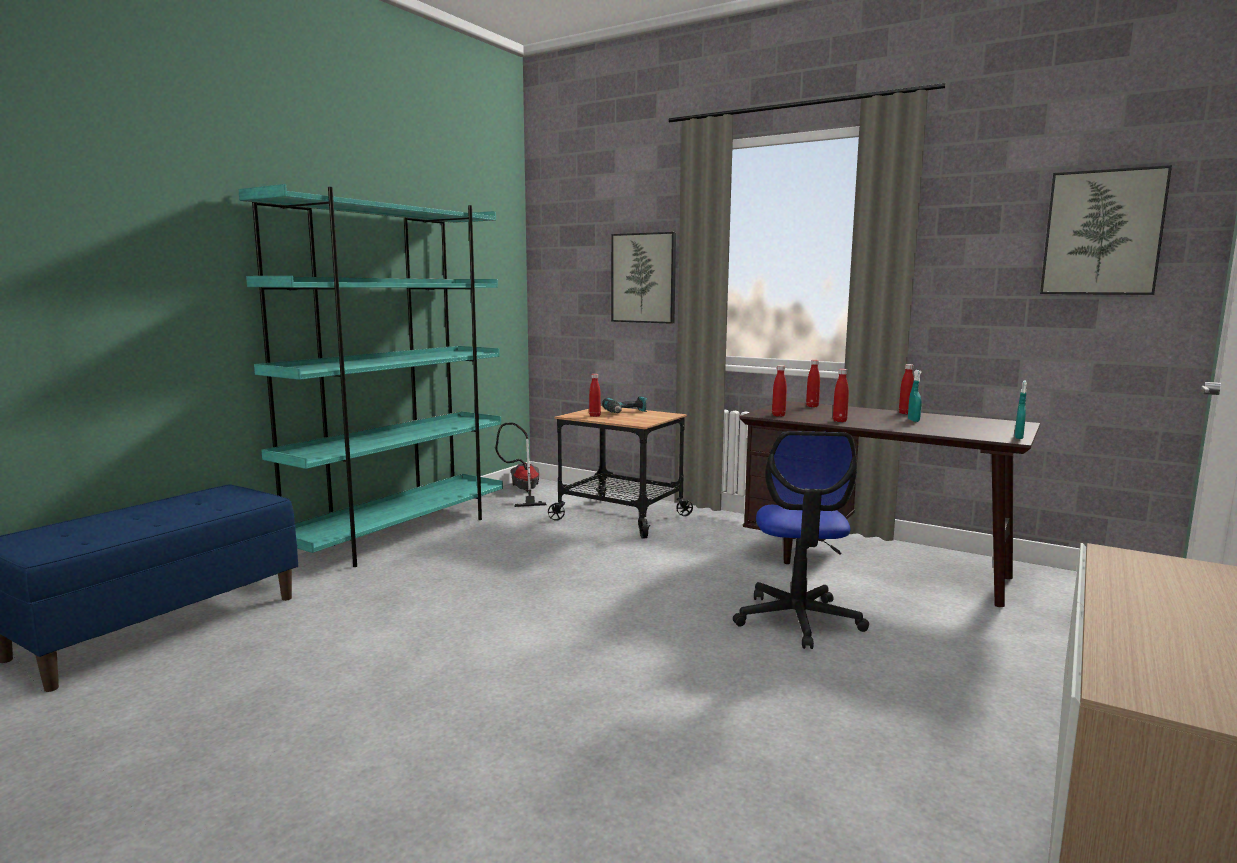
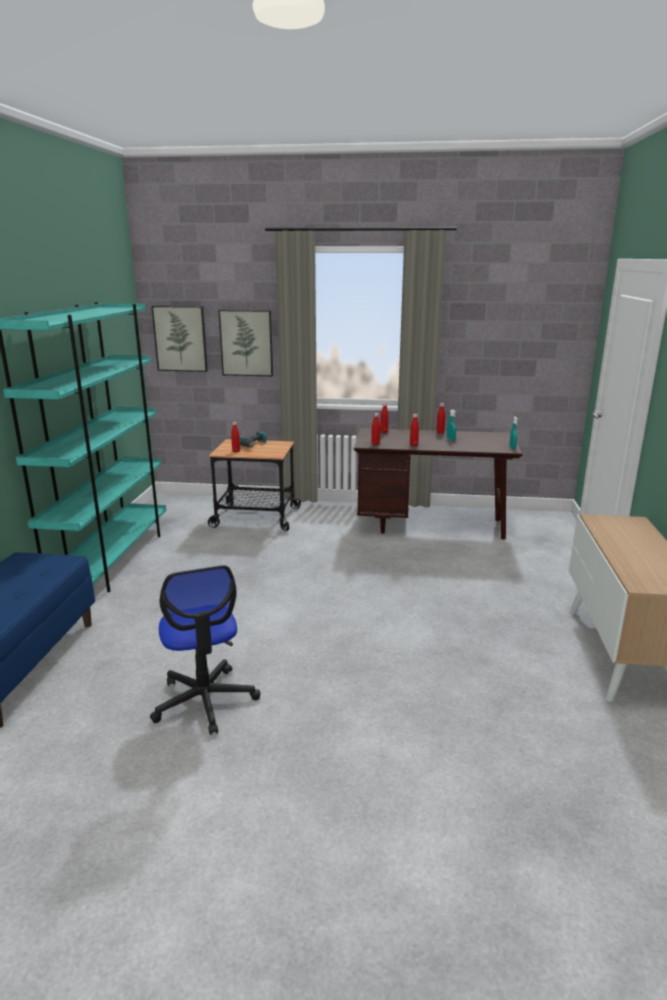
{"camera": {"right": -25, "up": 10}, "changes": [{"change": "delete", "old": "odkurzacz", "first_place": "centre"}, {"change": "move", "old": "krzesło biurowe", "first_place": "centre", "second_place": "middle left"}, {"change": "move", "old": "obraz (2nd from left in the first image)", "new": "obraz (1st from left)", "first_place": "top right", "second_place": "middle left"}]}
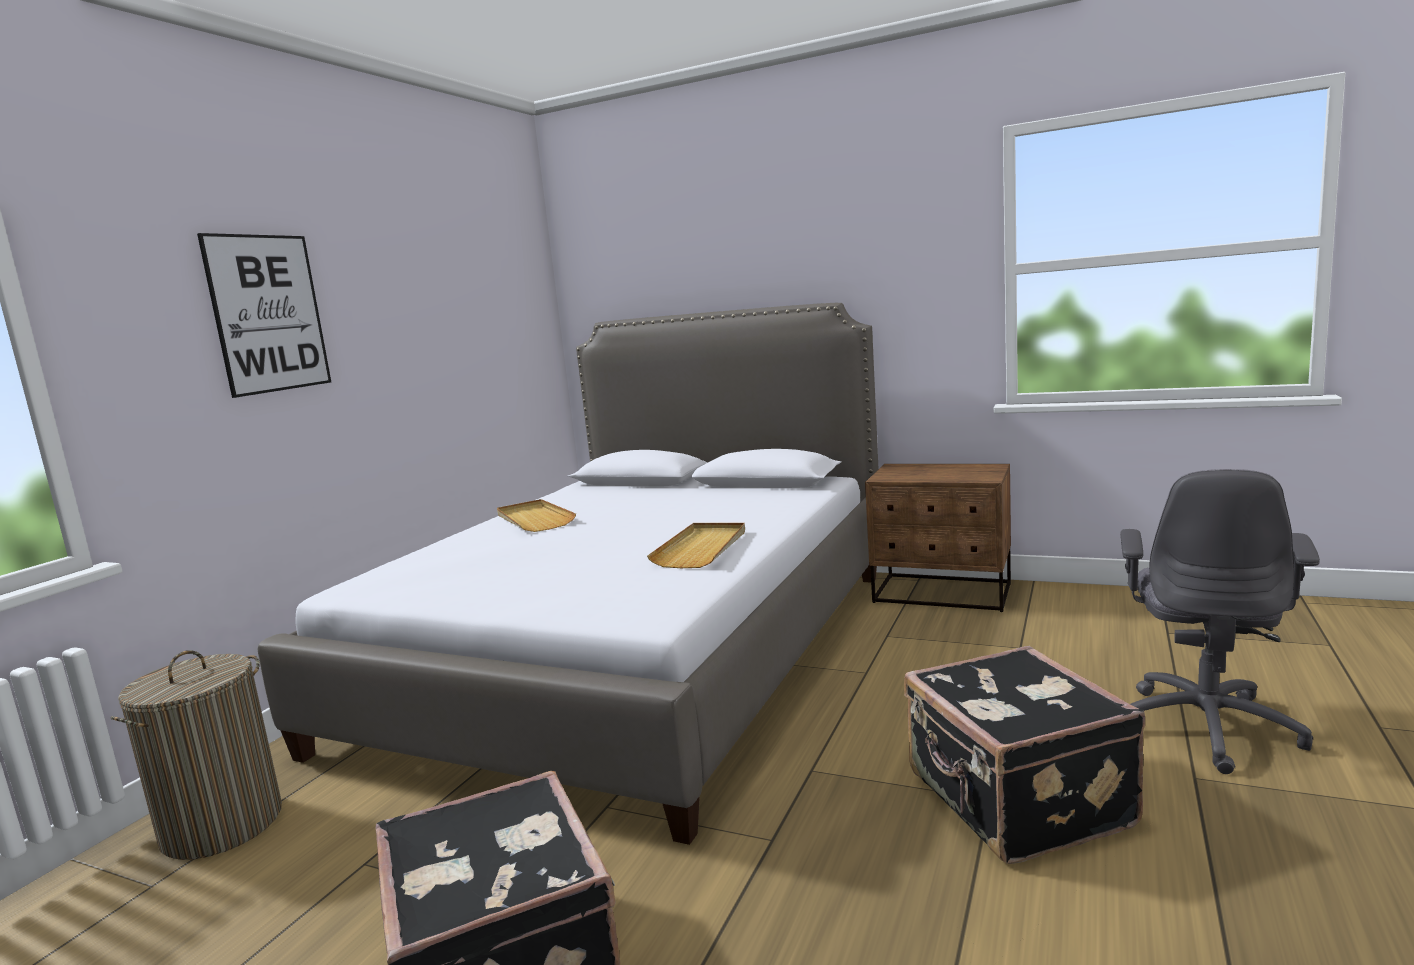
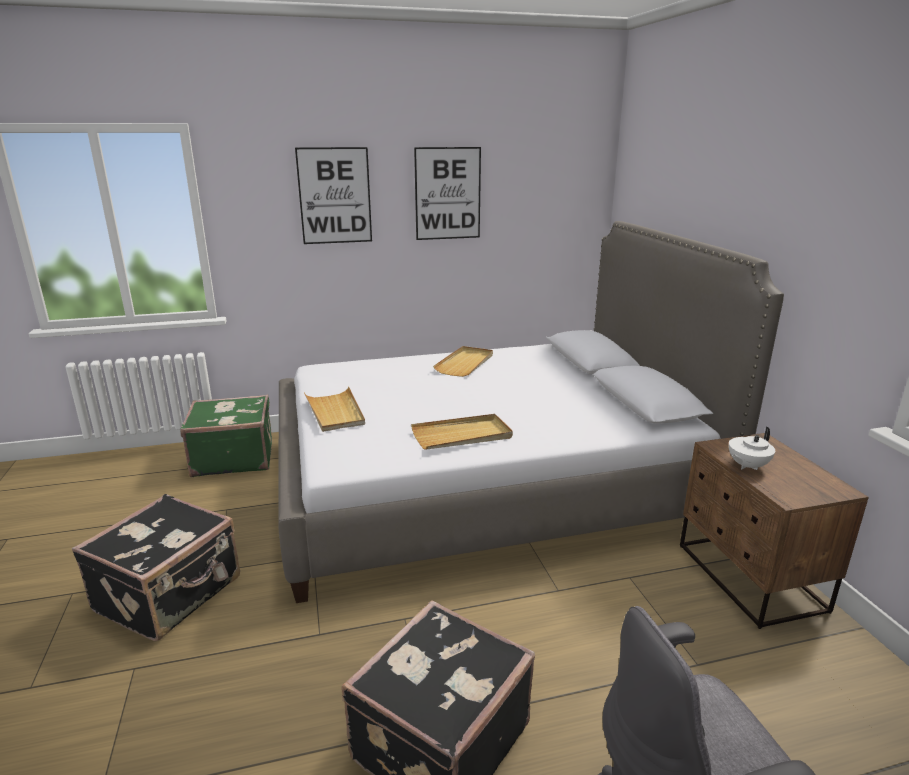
{"camera": {"right": 50, "up": 10}, "changes": [{"change": "insert", "new": "taca (beżowy) (1st from left)", "second_place": "centre"}, {"change": "insert", "new": "obraz (2nd from left)", "second_place": "top centre"}, {"change": "insert", "new": "imbryk (biały)", "second_place": "middle right"}, {"change": "replace", "old": "kosz na pranie", "new": "walizka (zielony)", "first_place": "bottom left", "second_place": "middle left"}]}
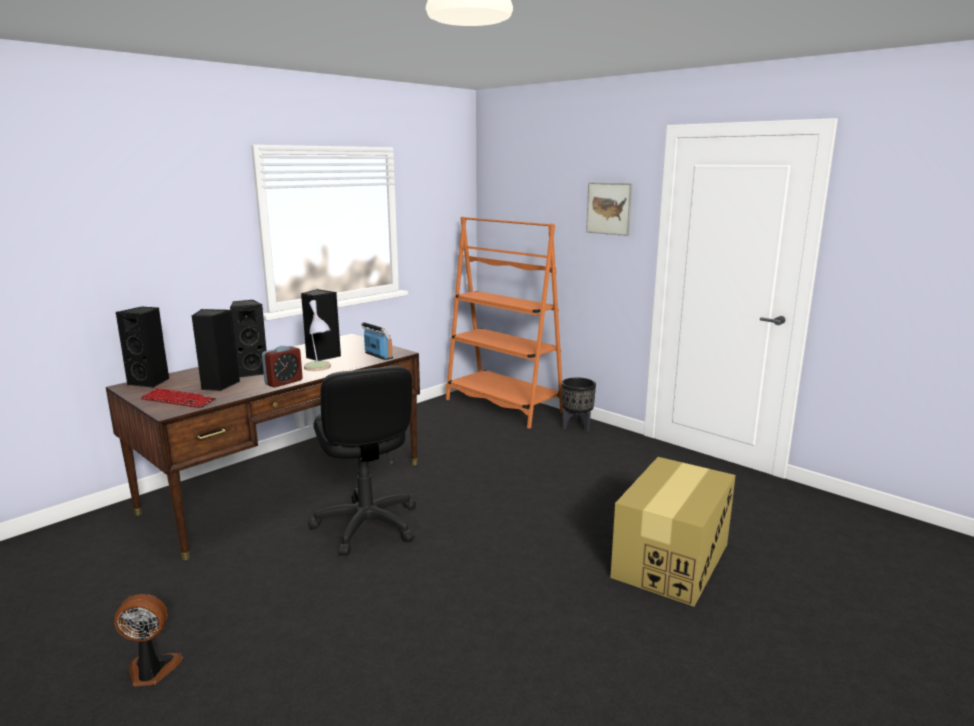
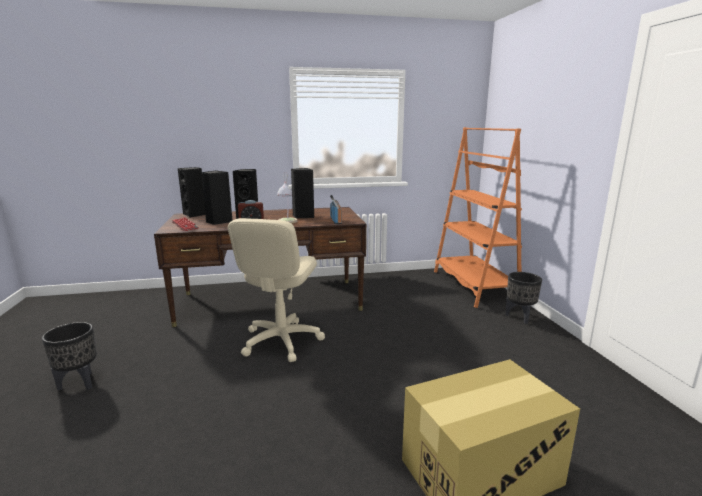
{"camera": {"right": 35, "up": 0}, "changes": [{"change": "delete", "old": "obraz", "first_place": "top centre"}, {"change": "replace", "old": "wentylator", "new": "donica (czarny) (1st from left)", "first_place": "bottom left", "second_place": "bottom left"}, {"change": "recolor", "old": "krzesło biurowe (czarny)", "new": "krzesło biurowe (beżowy)", "first_place": "centre", "second_place": "centre"}]}
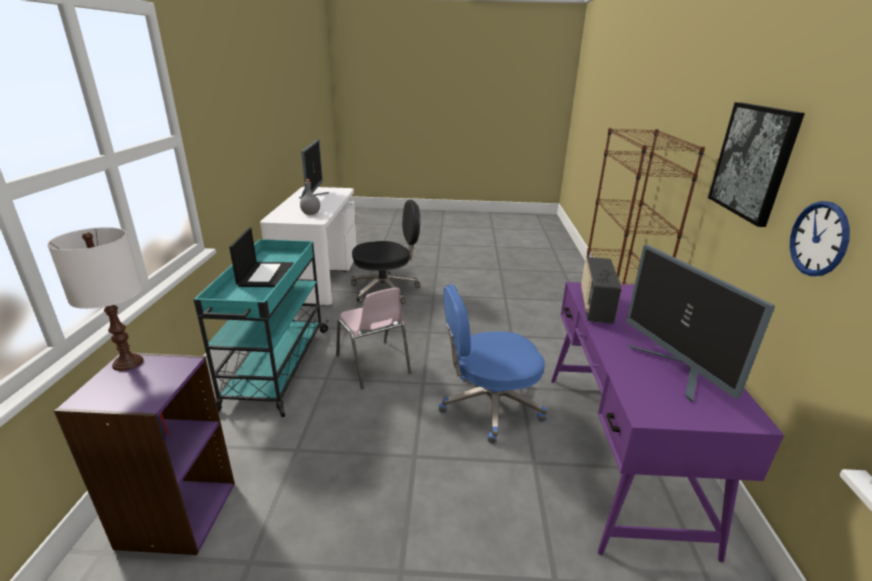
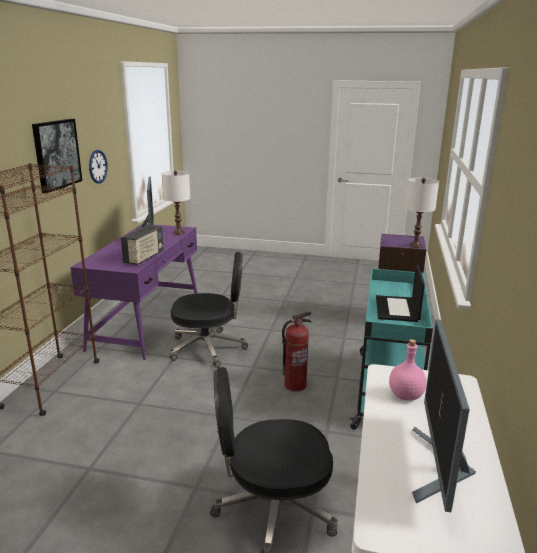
{"camera": {"right": -170, "up": -5}, "changes": [{"change": "insert", "new": "lampa stołowa (biały) (1st from left)", "second_place": "middle left"}, {"change": "replace", "old": "krzesło (różowy)", "new": "gaśnica", "first_place": "centre", "second_place": "centre"}, {"change": "recolor", "old": "butelka (szary)", "new": "butelka (różowy)", "first_place": "centre", "second_place": "bottom right"}, {"change": "recolor", "old": "krzesło biurowe (niebieski)", "new": "krzesło biurowe (czarny) (1st from left)", "first_place": "centre", "second_place": "centre"}]}
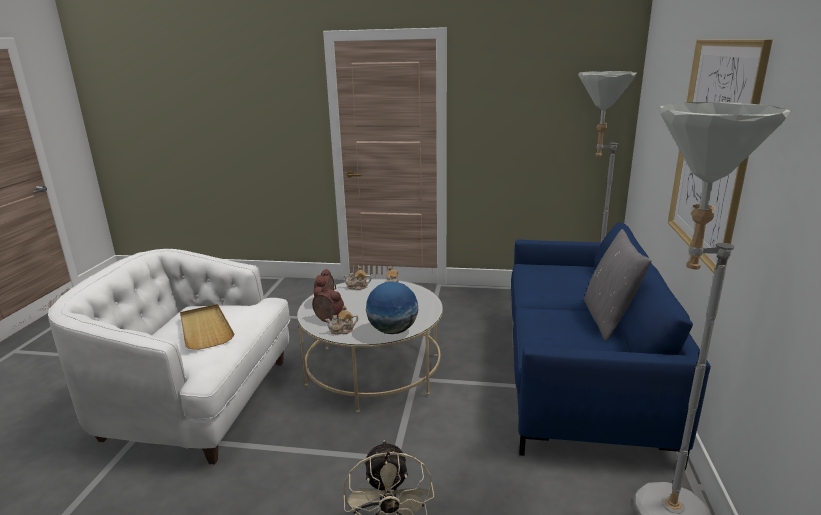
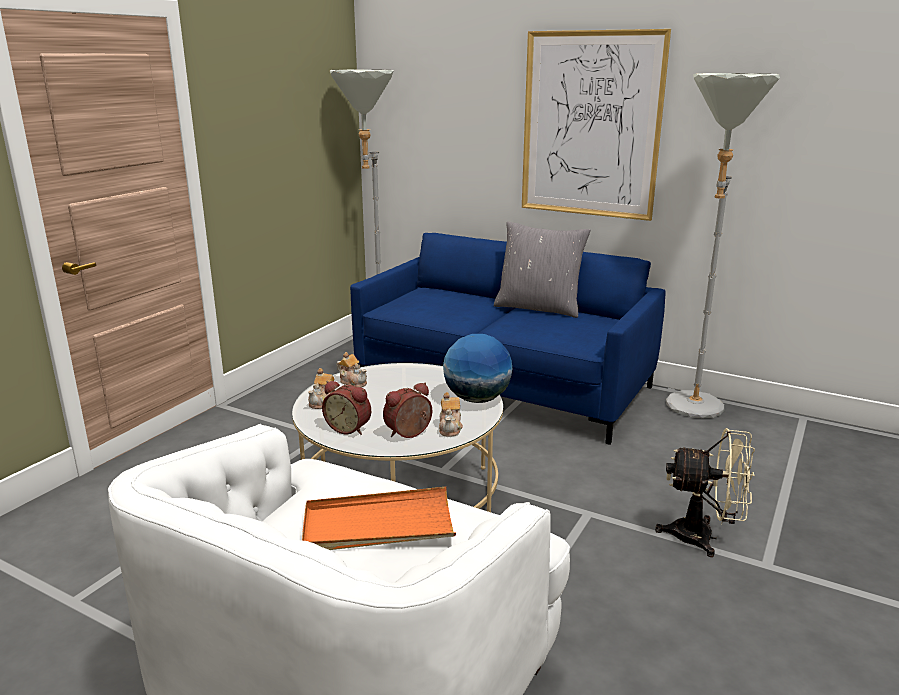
{"camera": {"right": -70, "up": 0}, "changes": [{"change": "recolor", "old": "taca (beżowy)", "new": "taca (pomarańczowy)", "first_place": "middle left", "second_place": "bottom centre"}]}
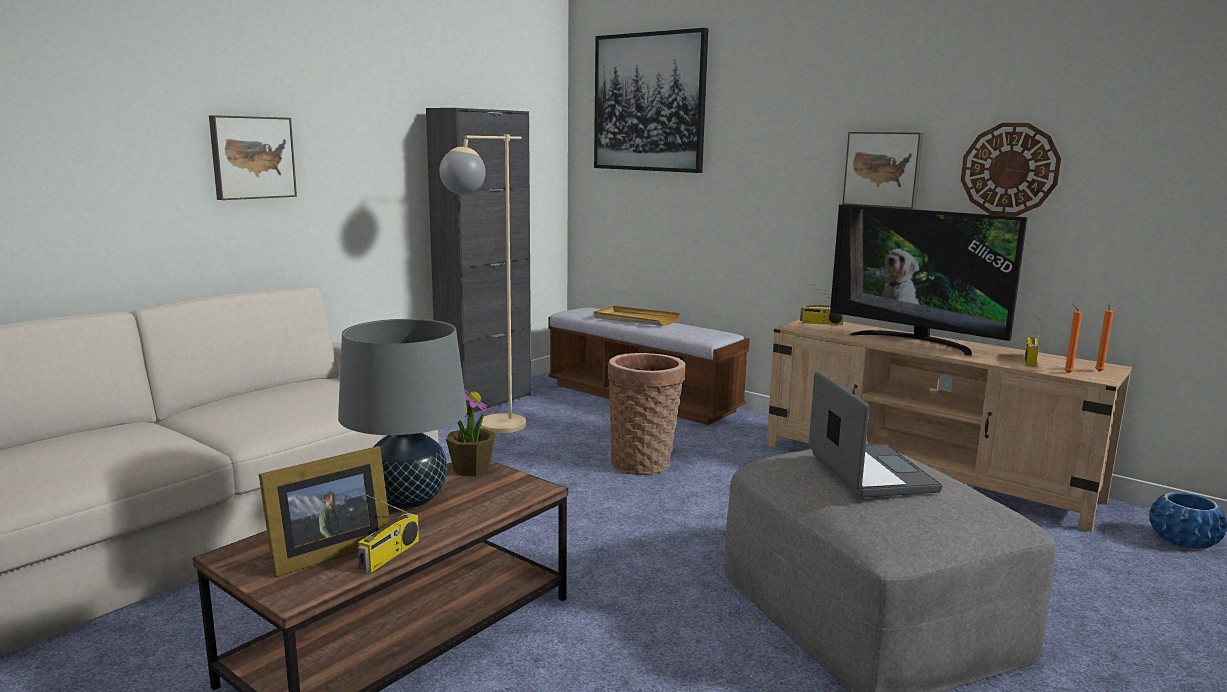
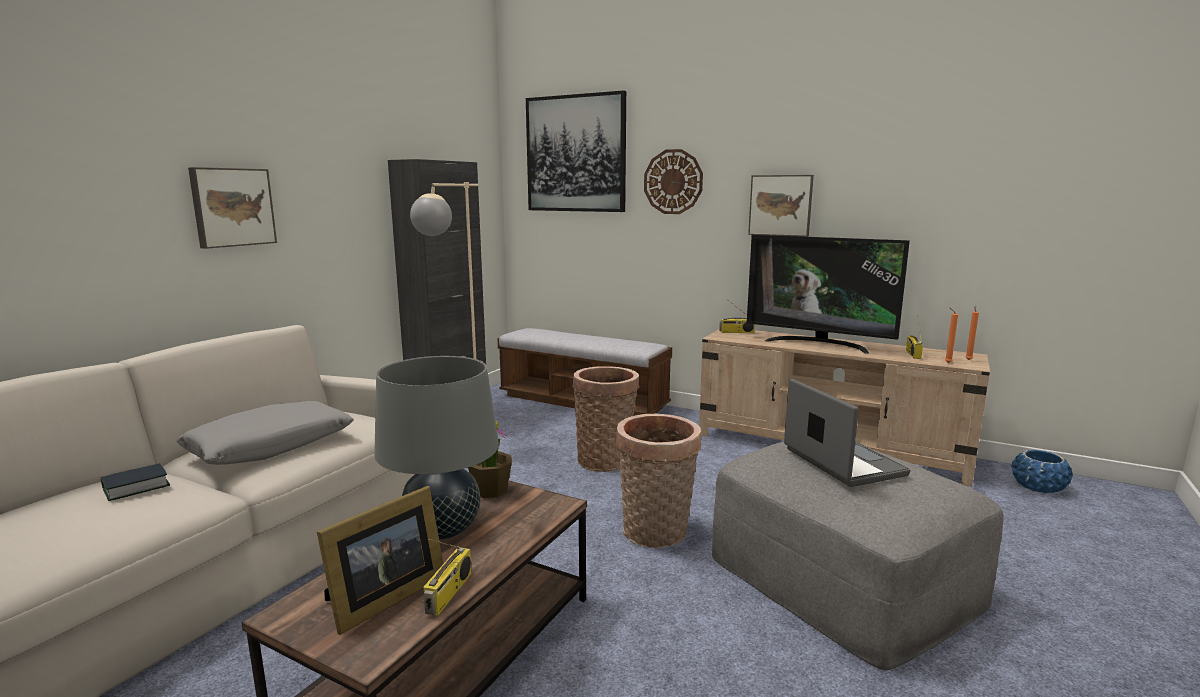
{"camera": {"right": -10, "up": 0}, "changes": [{"change": "delete", "old": "taca (beżowy)", "first_place": "centre"}, {"change": "insert", "new": "książka", "second_place": "bottom left"}, {"change": "insert", "new": "poduszka (szary)", "second_place": "middle left"}, {"change": "insert", "new": "koszyk (2nd from left)", "second_place": "bottom centre"}, {"change": "move", "old": "zegar ścienny", "first_place": "top right", "second_place": "top centre"}]}
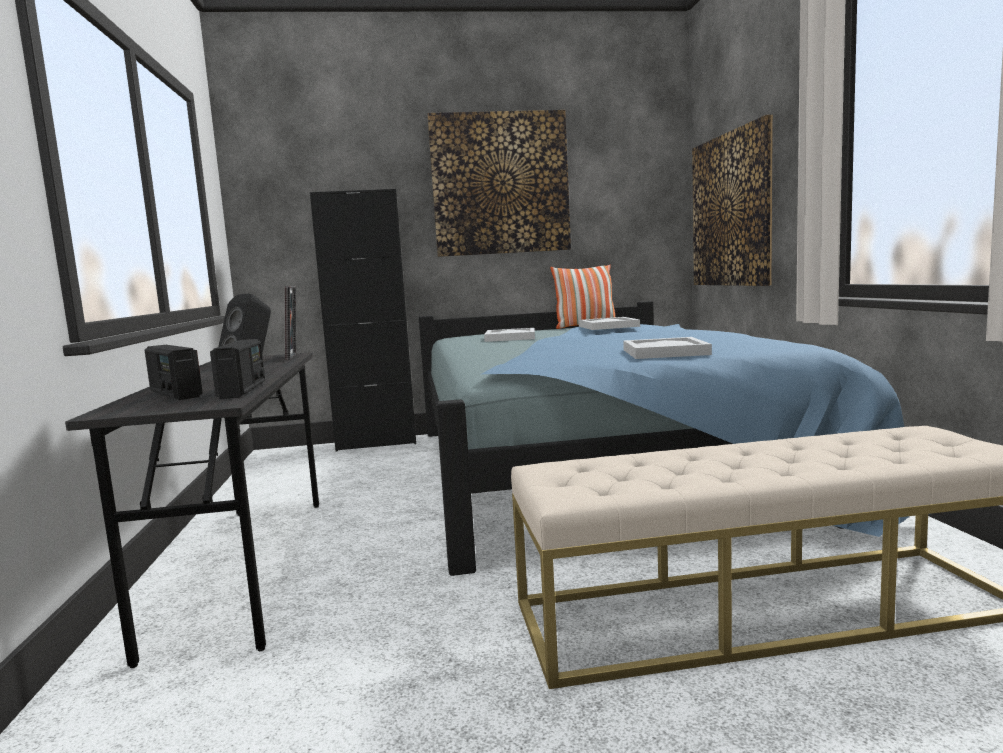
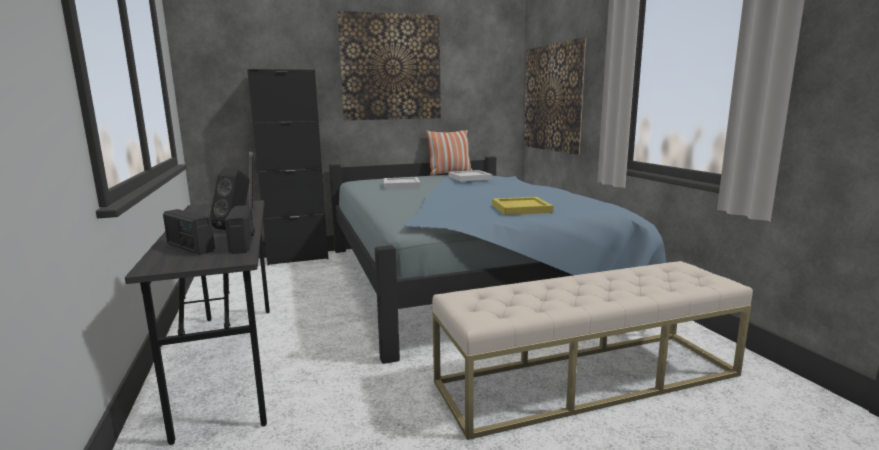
{"camera": {"right": -10, "up": 5}, "changes": [{"change": "recolor", "old": "taca (biały) (3rd from left)", "new": "taca (żółty)", "first_place": "centre", "second_place": "centre"}]}
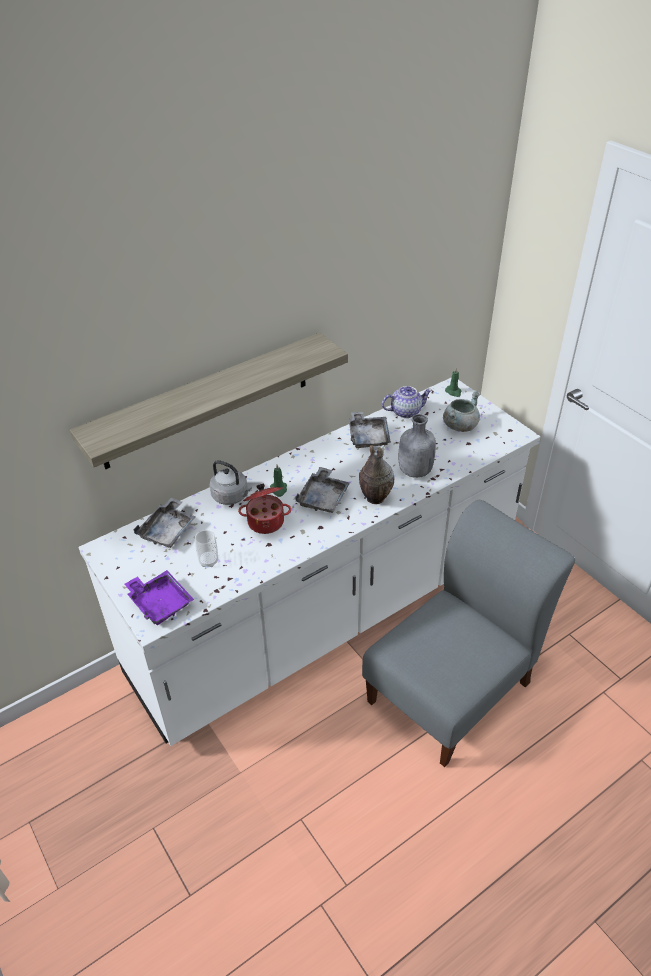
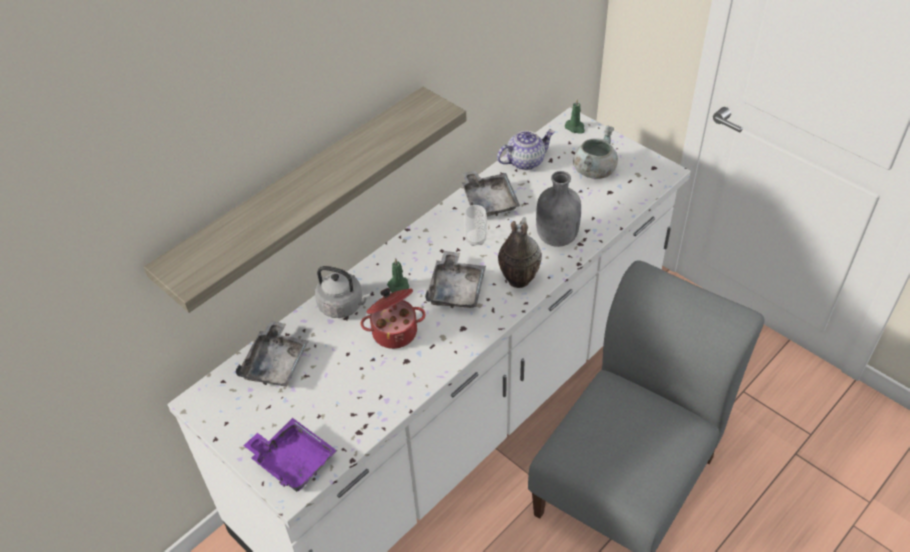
{"camera": {"right": -10, "up": 5}, "changes": [{"change": "move", "old": "filiżanka", "first_place": "middle left", "second_place": "centre"}]}
